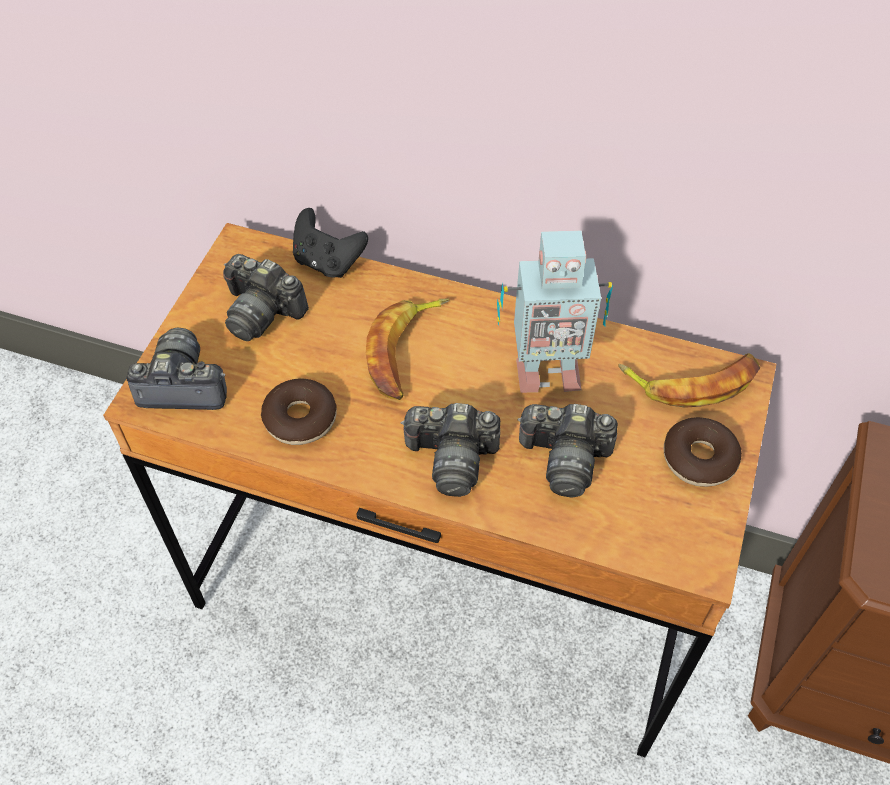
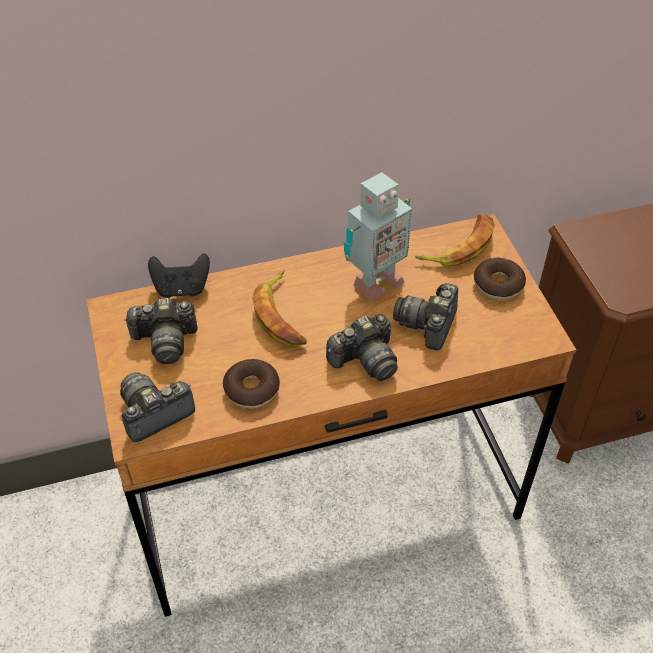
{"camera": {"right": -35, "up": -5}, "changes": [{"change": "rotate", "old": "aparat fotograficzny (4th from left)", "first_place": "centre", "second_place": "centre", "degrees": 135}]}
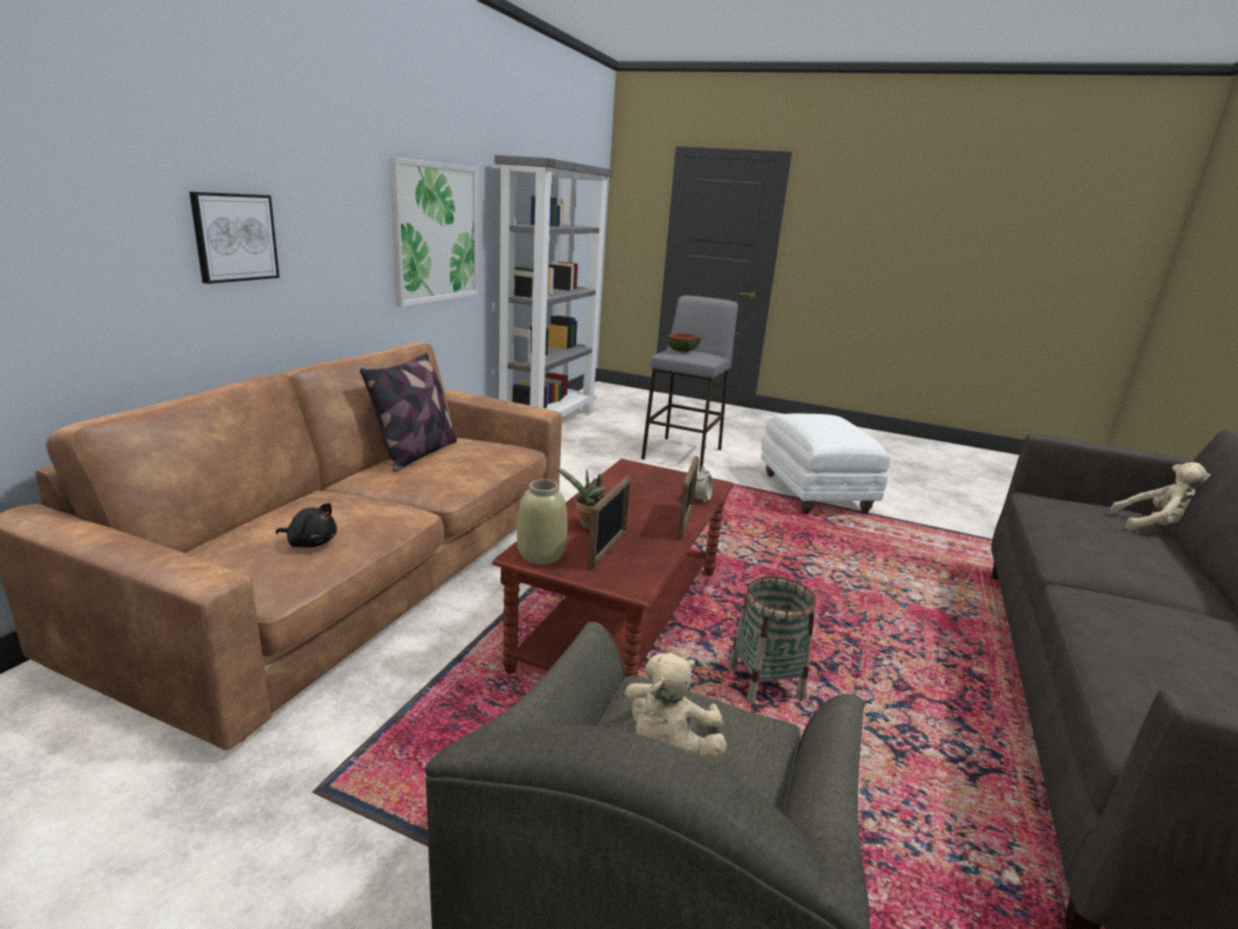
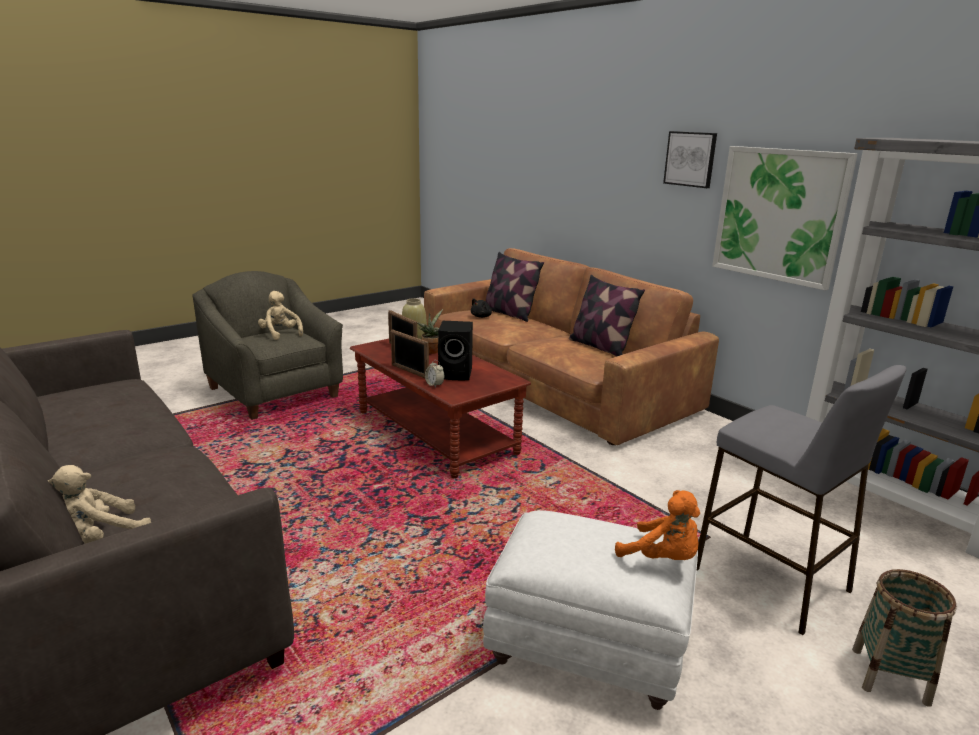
{"camera": {"right": 120, "up": 0}, "changes": [{"change": "delete", "old": "miska", "first_place": "centre"}, {"change": "insert", "new": "głośnik (czarny)", "second_place": "centre"}, {"change": "insert", "new": "poduszka (1st from left)", "second_place": "centre"}, {"change": "insert", "new": "pluszak (pomarańczowy)", "second_place": "bottom right"}, {"change": "move", "old": "obraz (1st from left)", "first_place": "top left", "second_place": "top right"}, {"change": "move", "old": "koszyk", "first_place": "bottom centre", "second_place": "bottom right"}]}
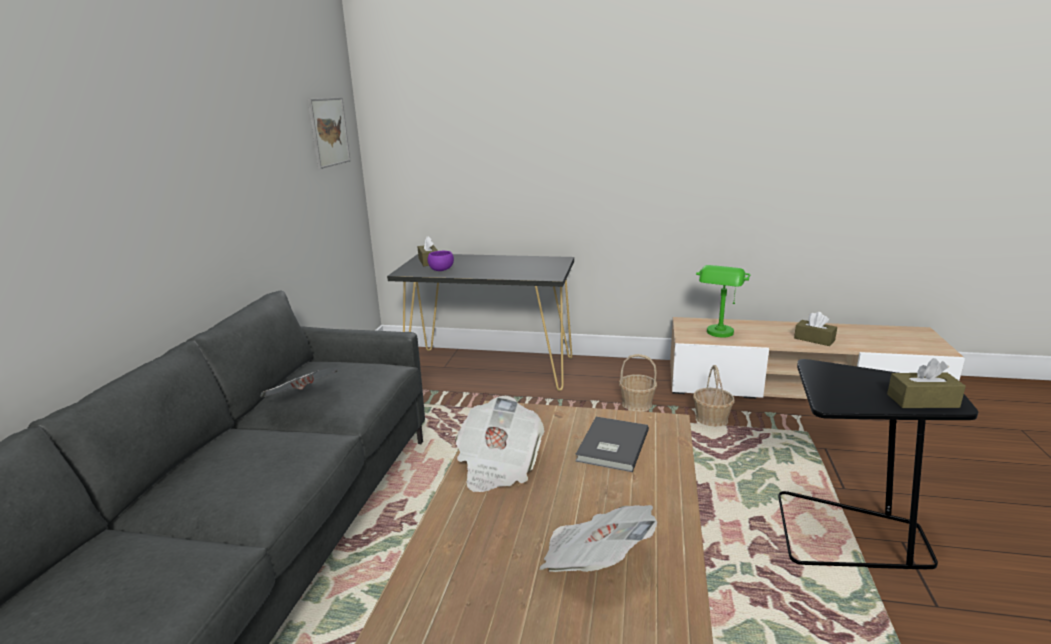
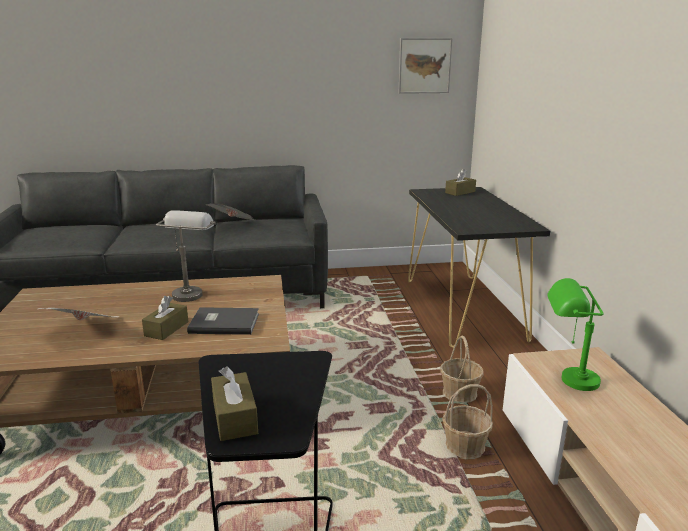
{"camera": {"right": 70, "up": 0}, "changes": [{"change": "delete", "old": "miska (fioletowy)", "first_place": "centre"}, {"change": "move", "old": "pudełko chusteczek (brązowy) (2nd from left in the first image)", "new": "pudełko chusteczek (brązowy) (1st from left)", "first_place": "middle right", "second_place": "middle left"}, {"change": "replace", "old": "gazeta (2nd from left)", "new": "lampa stołowa (szary)", "first_place": "bottom centre", "second_place": "middle left"}]}
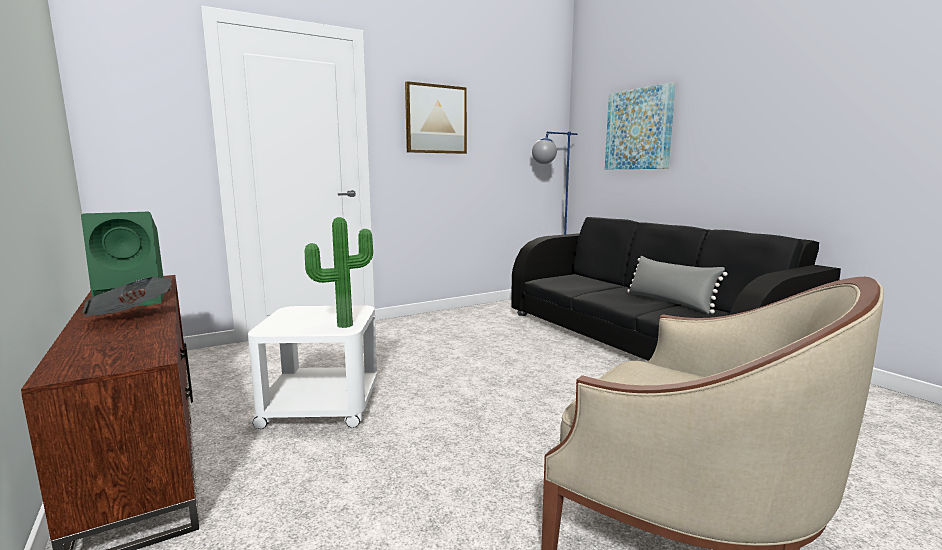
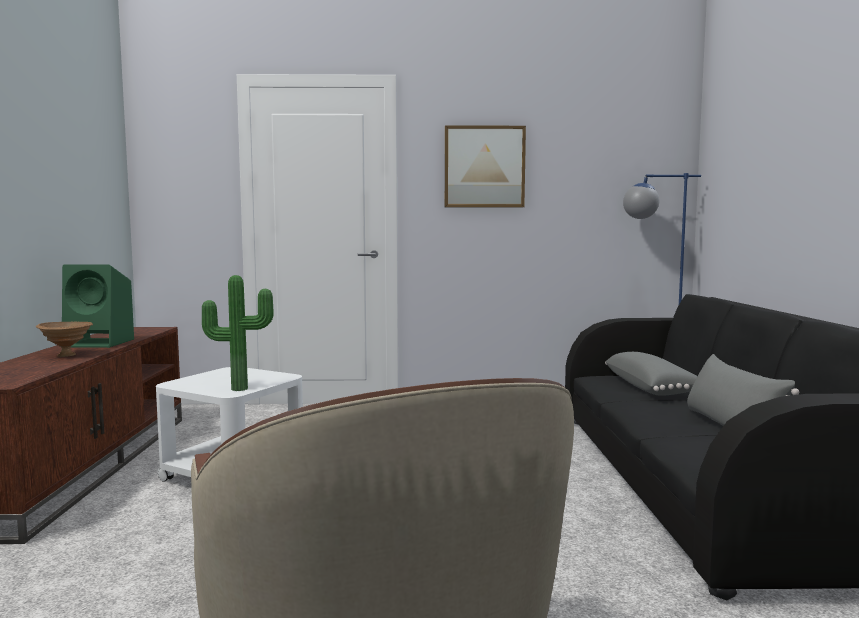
{"camera": {"right": 30, "up": -5}, "changes": [{"change": "delete", "old": "obraz (2nd from left)", "first_place": "top right"}, {"change": "insert", "new": "poduszka (szary) (1st from left)", "second_place": "middle right"}, {"change": "replace", "old": "gazeta", "new": "miska (brązowy)", "first_place": "middle left", "second_place": "middle left"}]}
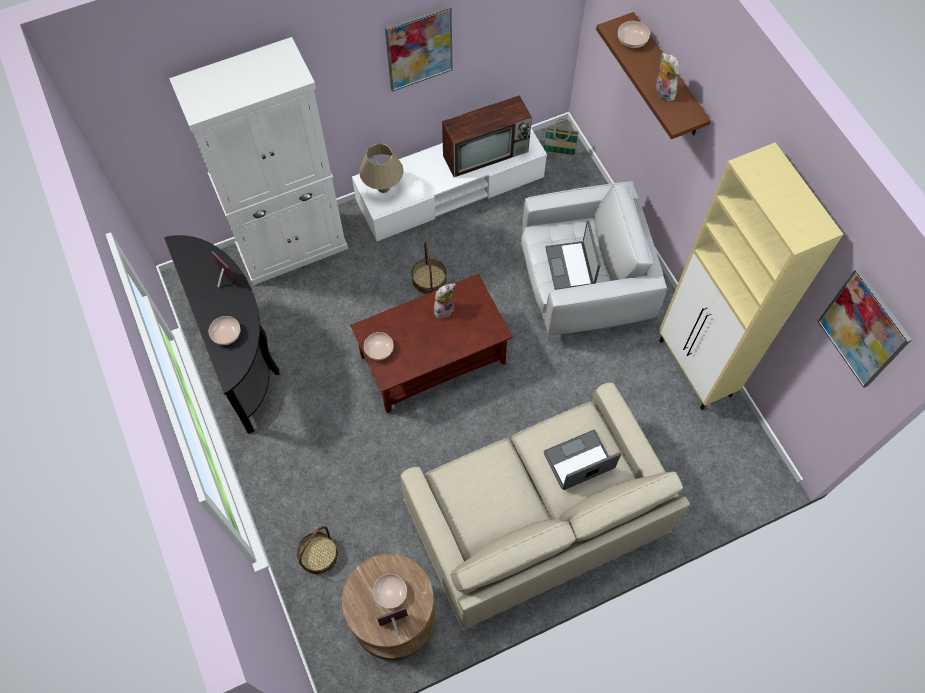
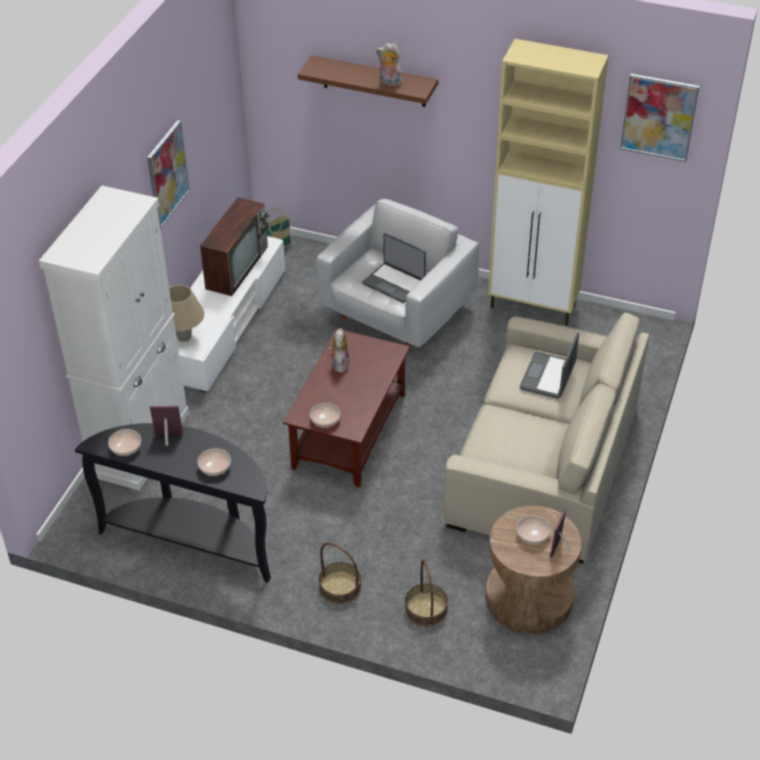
{"camera": {"right": -45, "up": -20}, "changes": [{"change": "move", "old": "koszyk (2nd from left)", "first_place": "centre", "second_place": "bottom centre"}, {"change": "move", "old": "miska (4th from left in the first image)", "new": "miska (1st from left)", "first_place": "top right", "second_place": "middle left"}]}
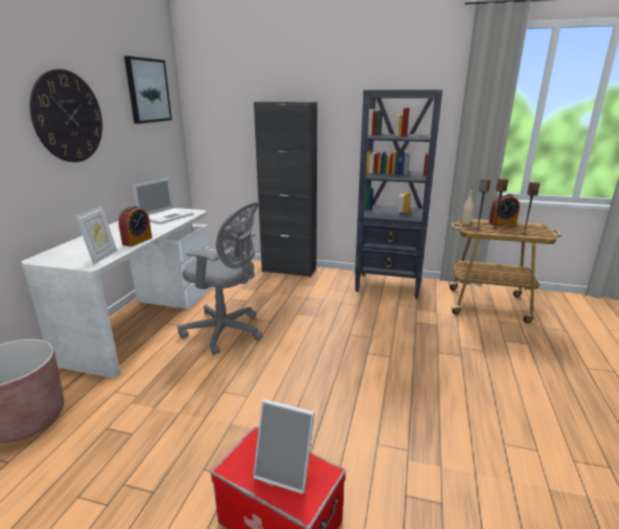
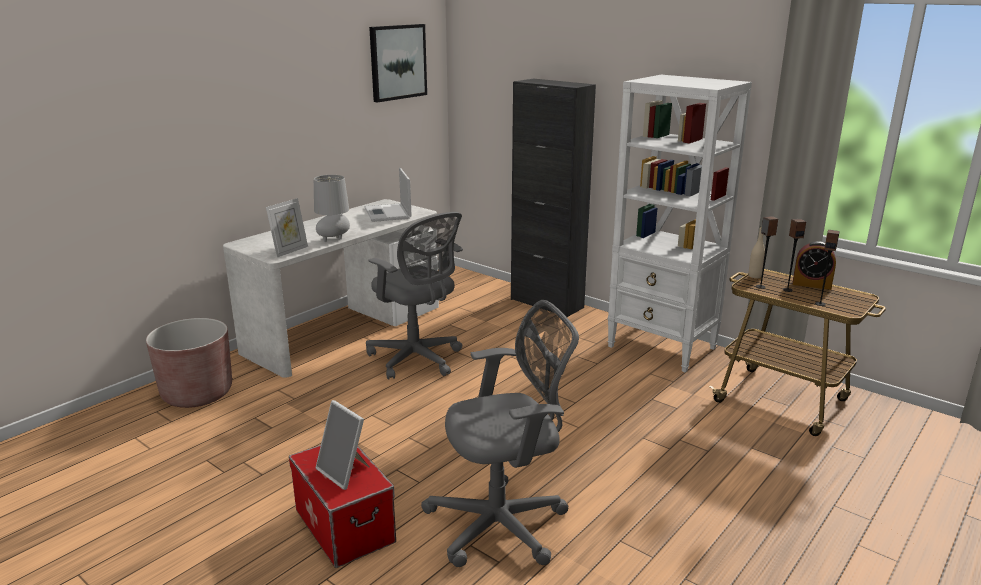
{"camera": {"right": 25, "up": 0}, "changes": [{"change": "delete", "old": "zegar ścienny", "first_place": "top left"}, {"change": "insert", "new": "krzesło biurowe (szary) (2nd from left)", "second_place": "bottom centre"}, {"change": "replace", "old": "budzik (1st from left)", "new": "lampa stołowa (szary)", "first_place": "middle left", "second_place": "centre"}, {"change": "recolor", "old": "regał (czarny)", "new": "regał (biały)", "first_place": "centre", "second_place": "middle right"}, {"change": "rotate", "old": "laptop", "first_place": "middle left", "second_place": "centre", "degrees": 105}]}
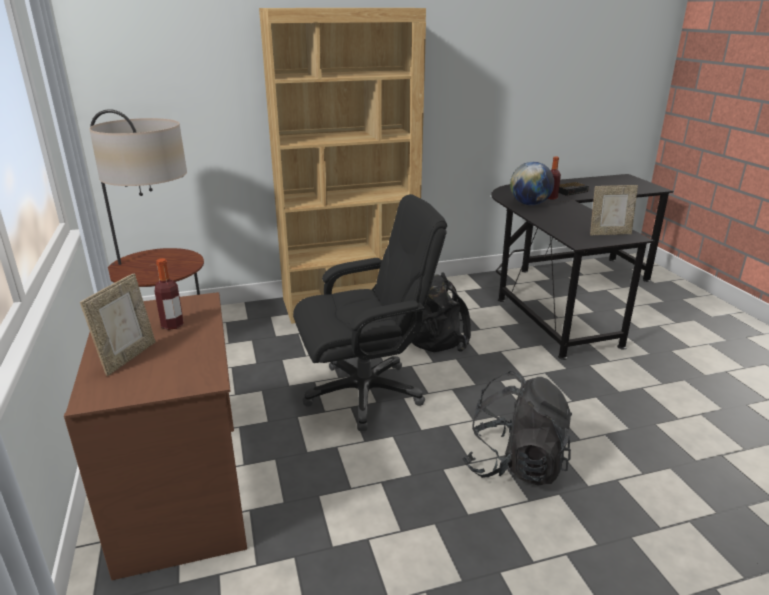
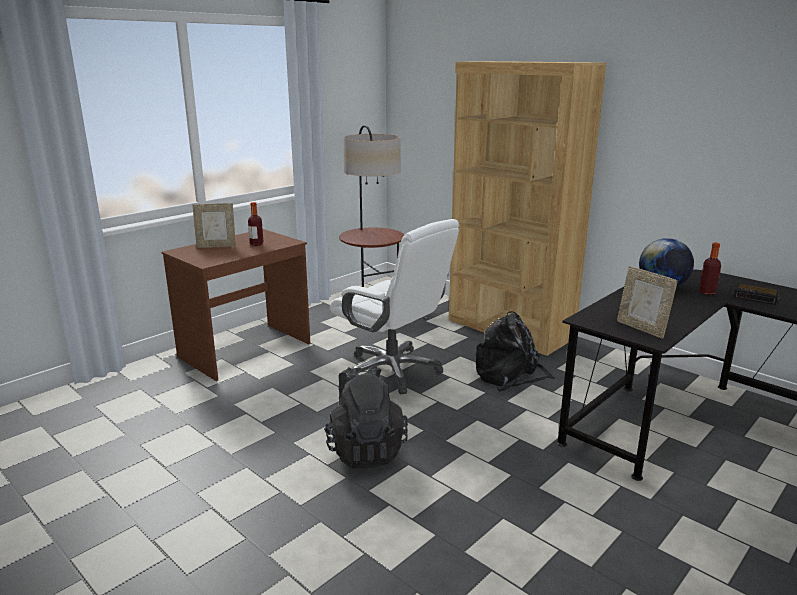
{"camera": {"right": 60, "up": -5}, "changes": [{"change": "recolor", "old": "krzesło biurowe (czarny)", "new": "krzesło biurowe (biały)", "first_place": "centre", "second_place": "centre"}]}
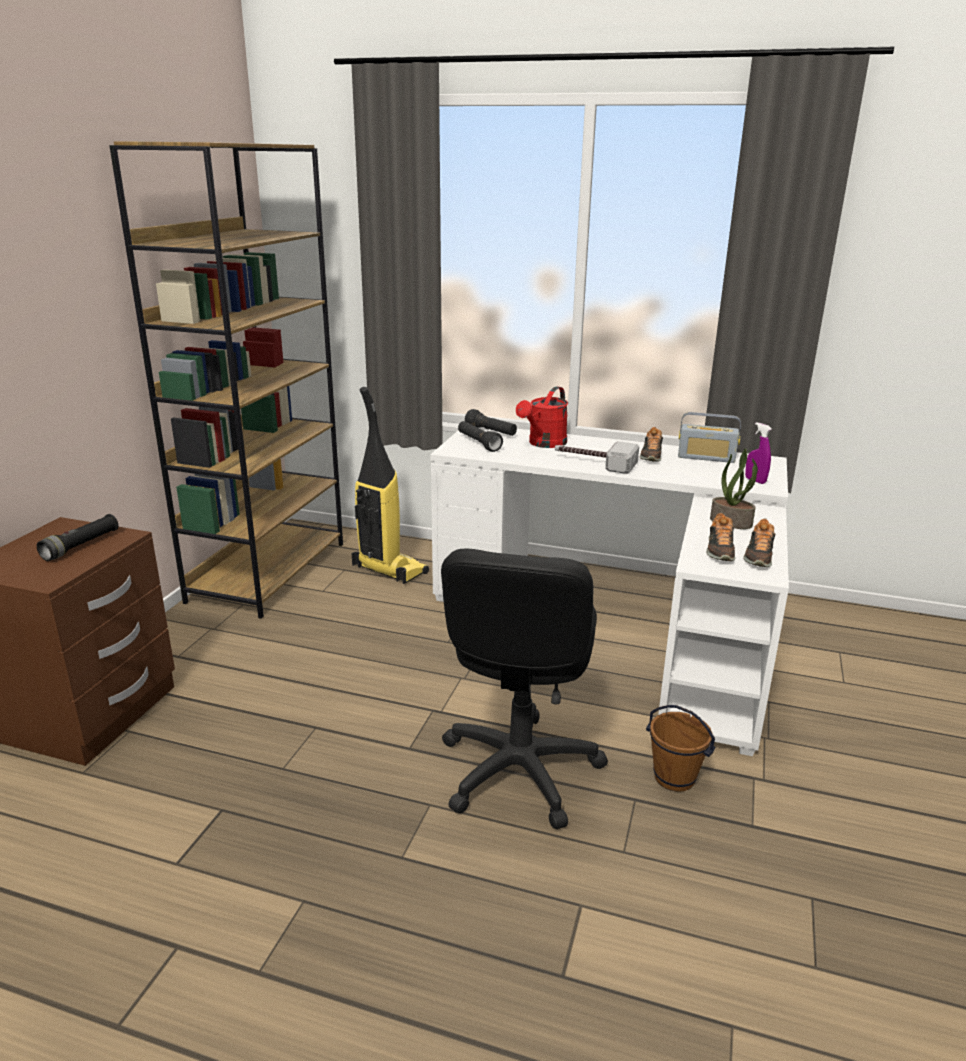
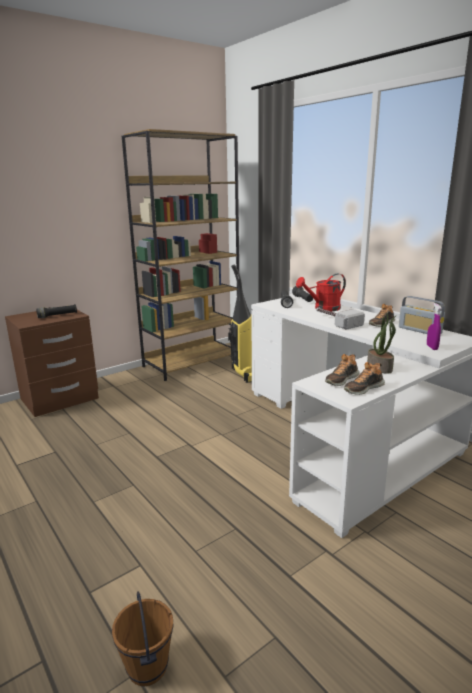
{"camera": {"right": 35, "up": -5}, "changes": [{"change": "delete", "old": "krzesło biurowe (czarny)", "first_place": "centre"}, {"change": "move", "old": "wiadro (brązowy)", "first_place": "bottom right", "second_place": "bottom left"}]}
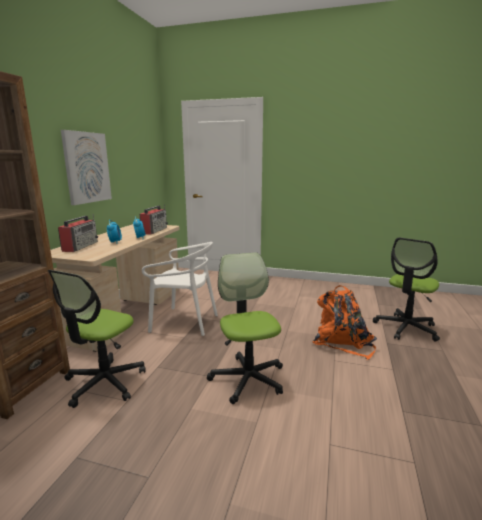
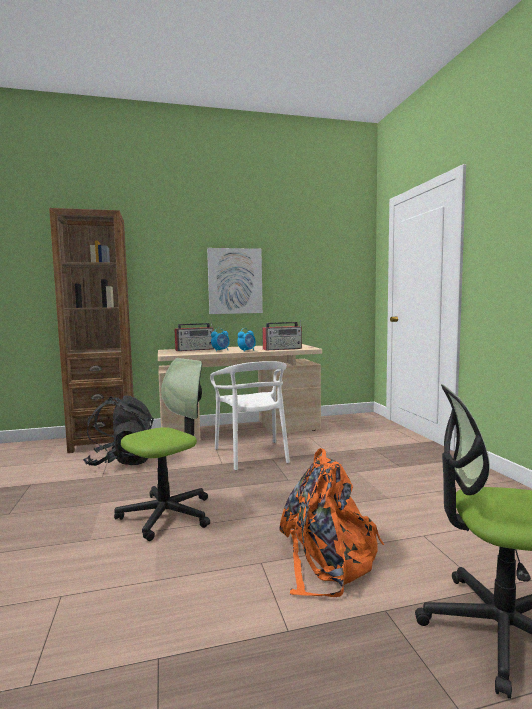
{"camera": {"right": 60, "up": -10}, "changes": [{"change": "replace", "old": "krzesło biurowe (1st from left)", "new": "plecak (czarny)", "first_place": "middle left", "second_place": "middle left"}]}
